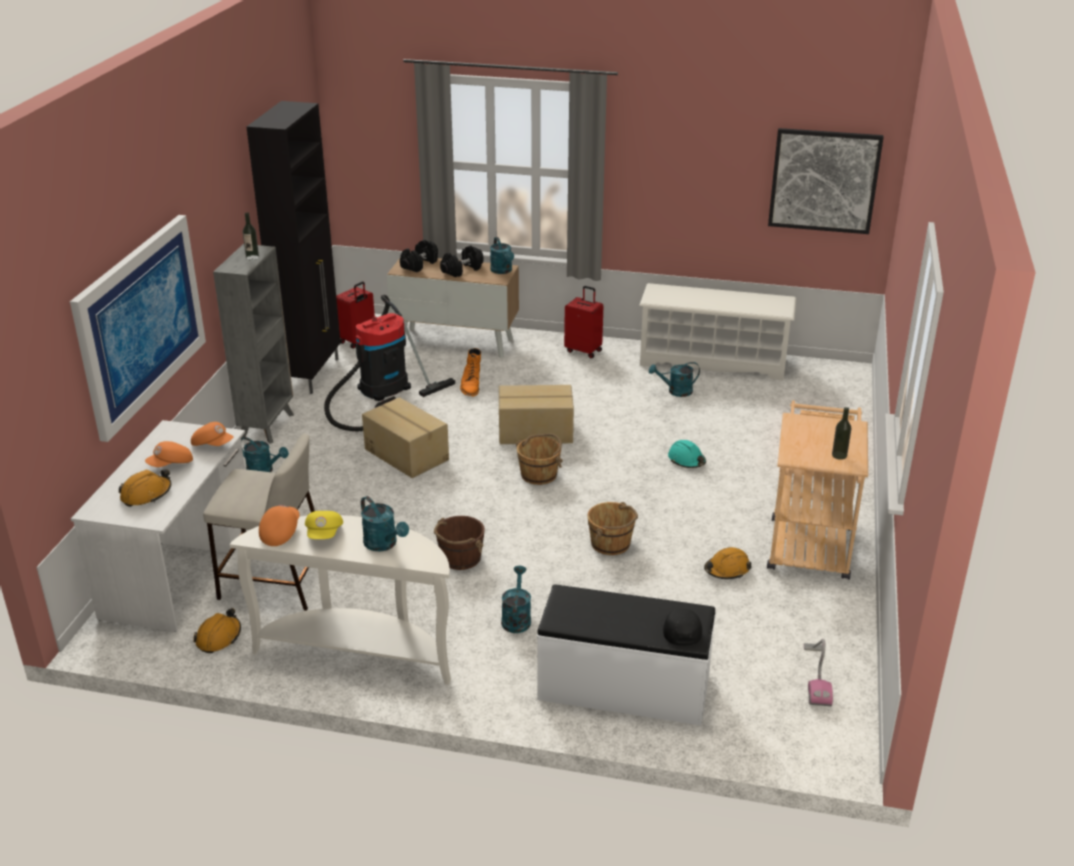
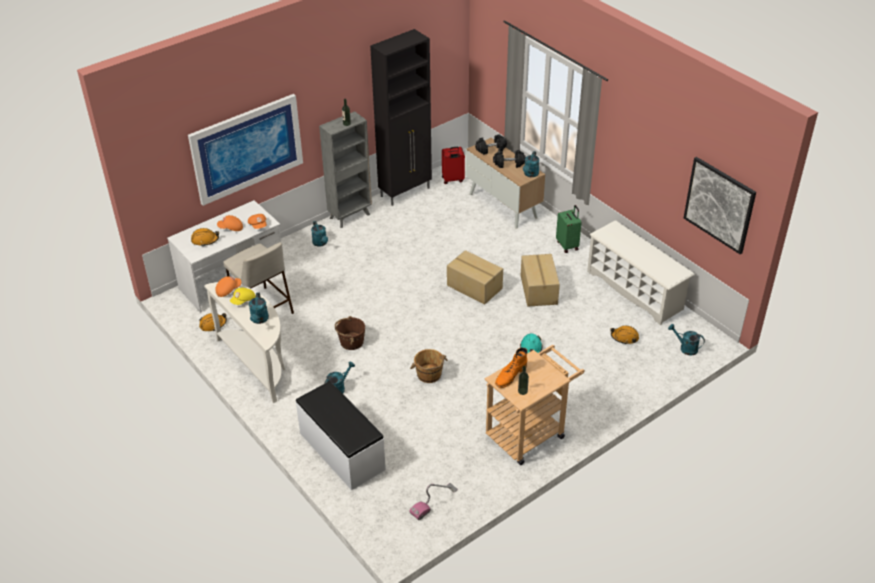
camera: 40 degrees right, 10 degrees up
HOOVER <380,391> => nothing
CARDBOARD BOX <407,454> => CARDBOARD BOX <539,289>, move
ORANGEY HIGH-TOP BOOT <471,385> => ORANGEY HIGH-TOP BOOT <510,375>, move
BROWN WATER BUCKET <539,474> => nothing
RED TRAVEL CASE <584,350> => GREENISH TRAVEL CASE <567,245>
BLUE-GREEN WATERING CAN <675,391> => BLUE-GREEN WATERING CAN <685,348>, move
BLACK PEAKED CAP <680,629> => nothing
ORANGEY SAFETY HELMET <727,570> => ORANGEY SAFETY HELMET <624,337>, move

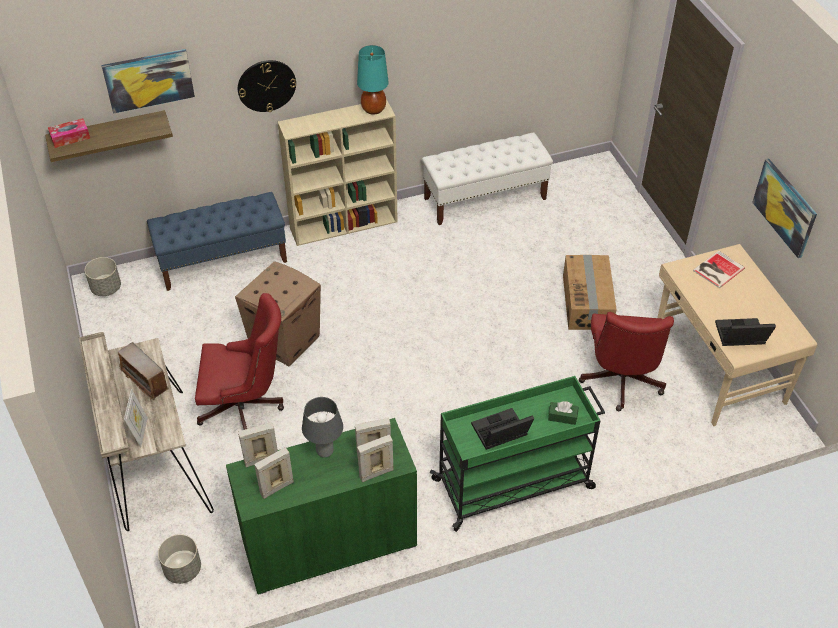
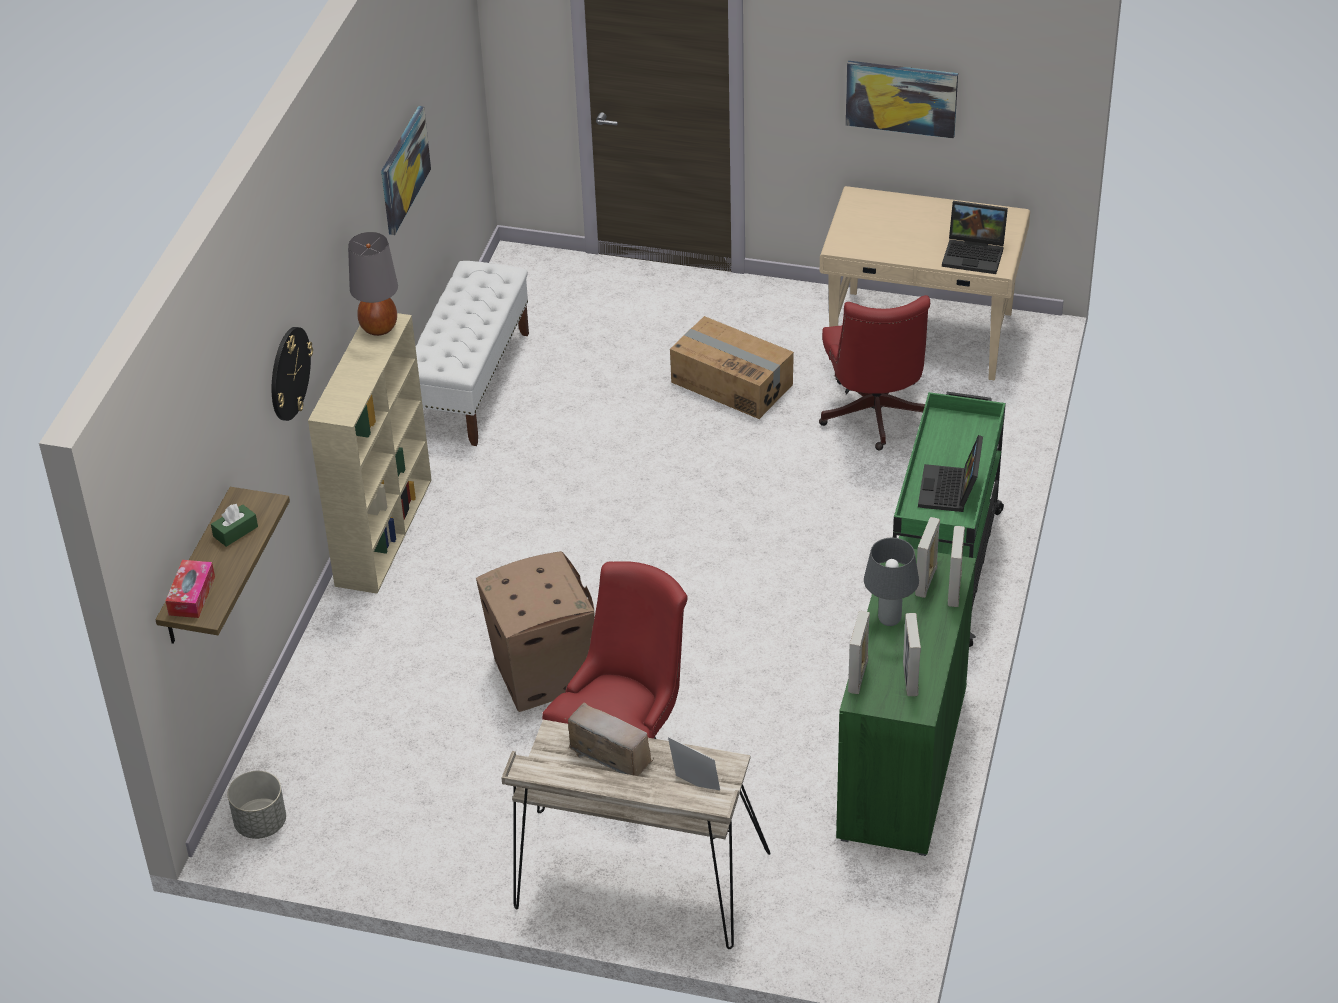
camera: 55 degrees left, 5 degrees down
WALL ART <148,80> => WALL ART <403,169>, move
RADIO SET <145,380> => RADIO SET <609,756>, 135 degrees counterclockwise
BLUISH BENCH <223,261> => nothing
GREY PLANT POT <182,569> => nothing
BLUE-GREEN LAMP FOR A TABLE <373,109> => GREY LAMP FOR A TABLE <378,328>
GREENISH TISSUE BOX <562,417> => GREENISH TISSUE BOX <235,531>, move
RED OFFICE CHAIR <620,383> => RED OFFICE CHAIR <875,418>, 45 degrees clockwise
VOLUME <717,269> => nothing
PORTABLE COMPUTER <740,337> => PORTABLE COMPUTER <975,254>, 105 degrees counterclockwise

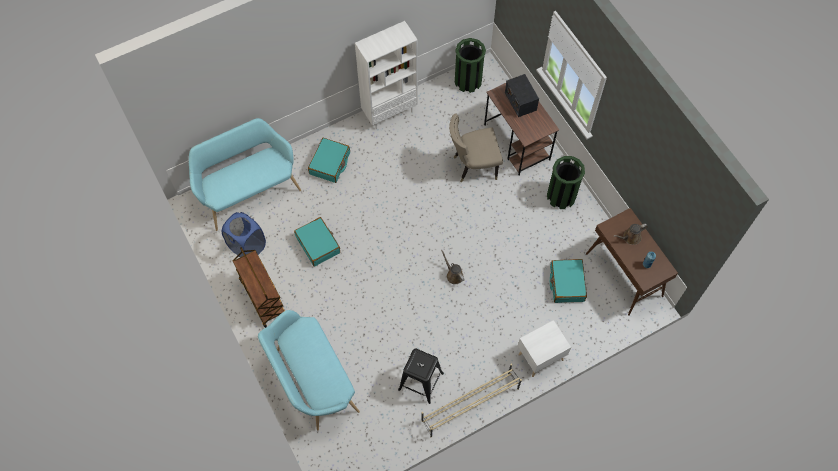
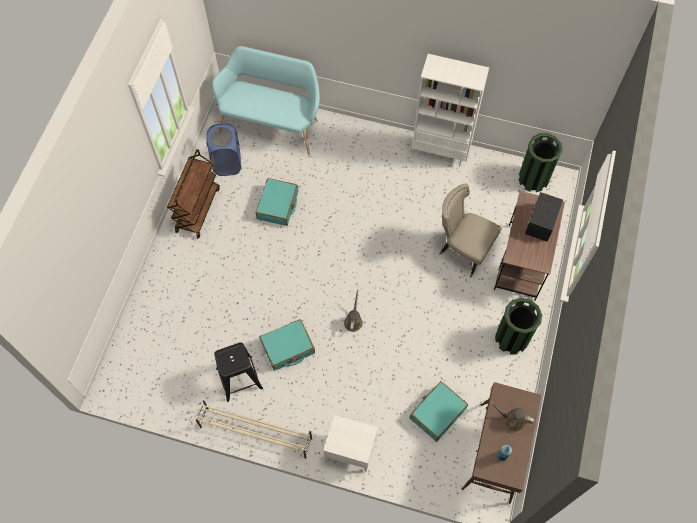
camera: 45 degrees right, 0 degrees up
BLUE-GREEN BENCH <312,381> => nothing
BLUE-GREEN TRAVEL CASE <330,163> => BLUE-GREEN TRAVEL CASE <287,348>, move

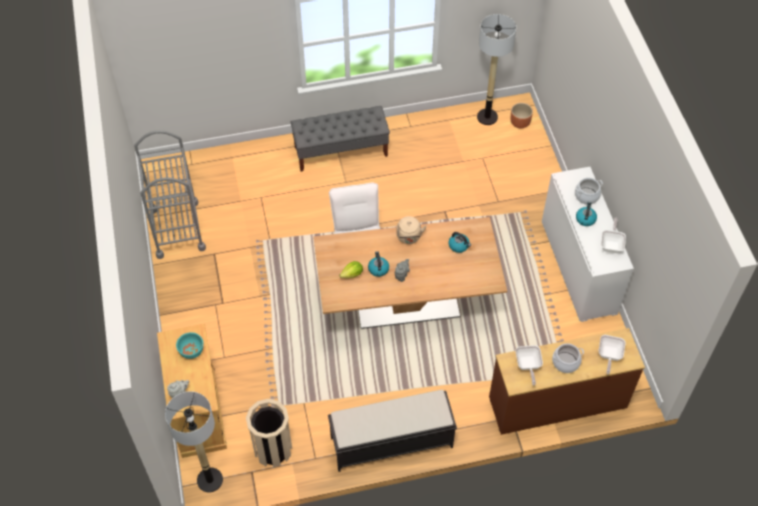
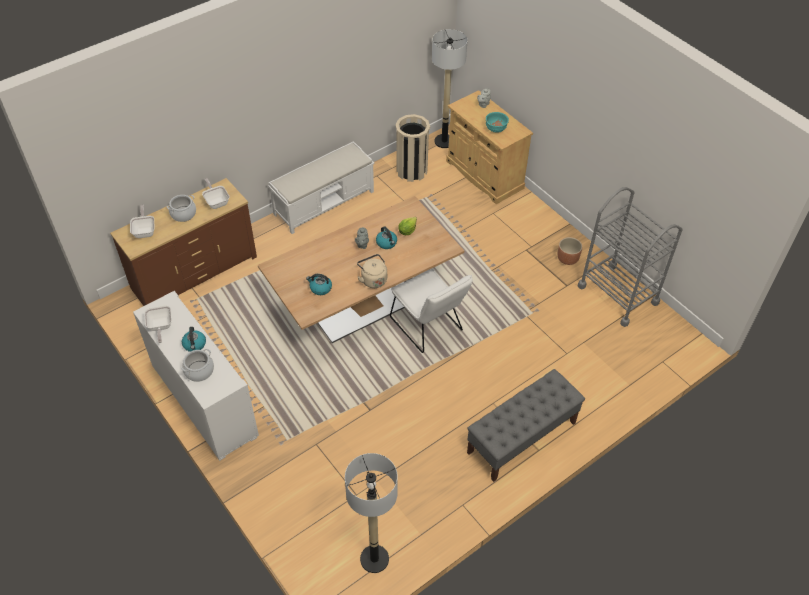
camera: 155 degrees right, 5 degrees down
BLACK BENCH <390,442> => WHITISH BENCH <325,202>
BROWN PLANT POT <519,123> => BROWN PLANT POT <568,259>, move

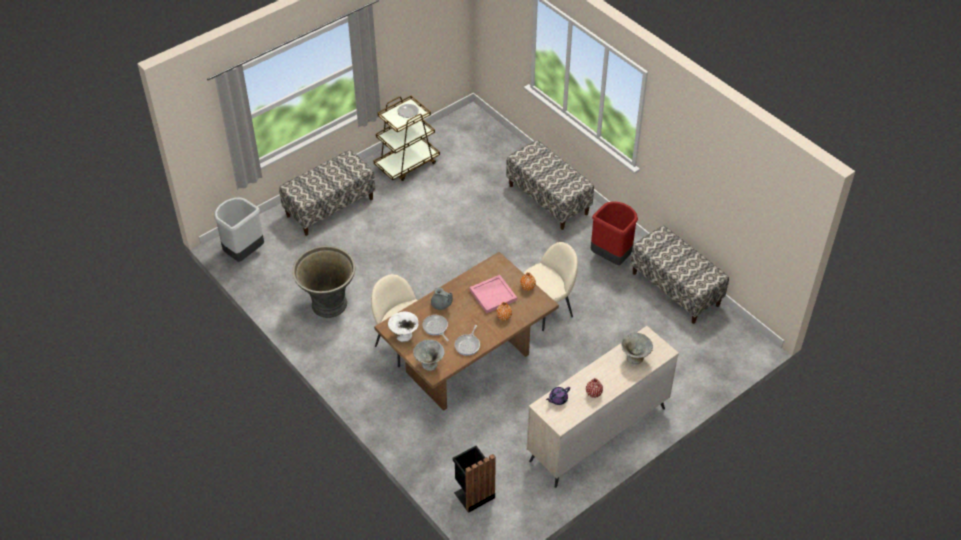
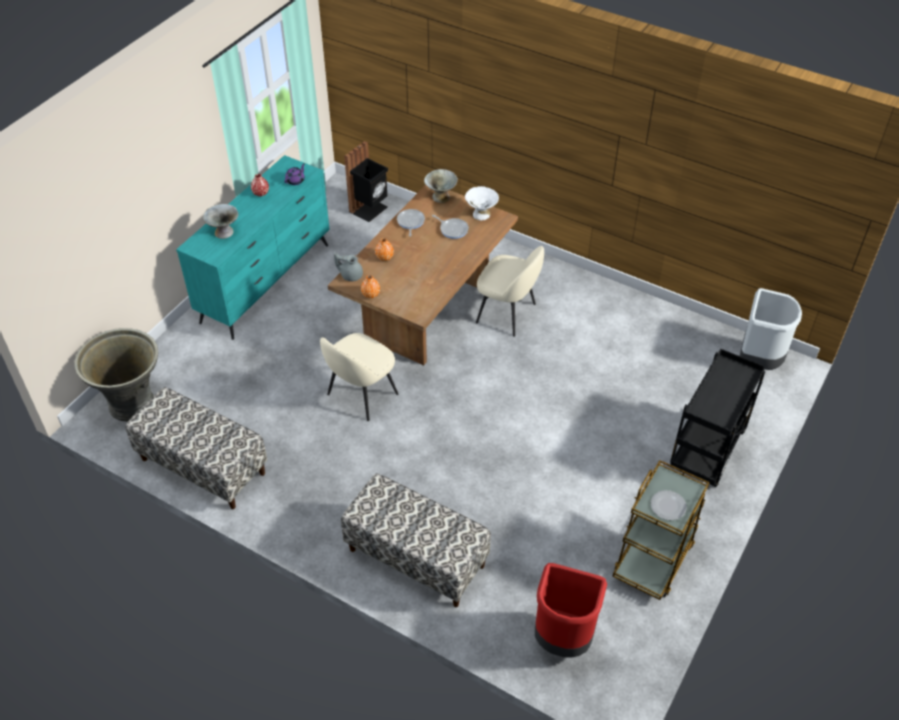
camera: 160 degrees right, 0 degrees up
BENCH <330,207> => BLACK WHEELED CART <707,452>
GREY PLANT POT <328,305> => GREY PLANT POT <132,403>, move
GREY TEAPOT <441,305> => GREY TEAPOT <350,275>, move
PINK-COLOURED CARRYING TRAY <493,295> => nothing
SAND-COLOURED CHEST OF DRAWERS <597,434> => BLUE-GREEN CHEST OF DRAWERS <266,283>
RED TRASH CAN <611,257> => RED TRASH CAN <562,639>, move

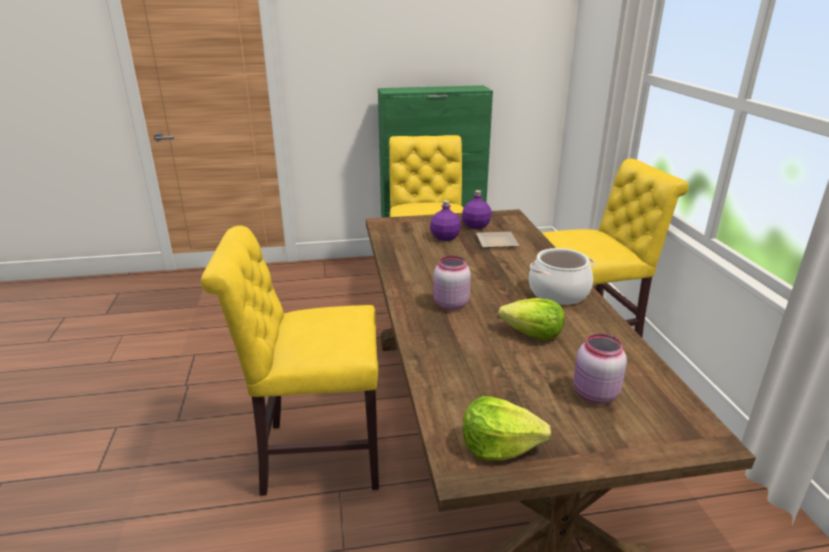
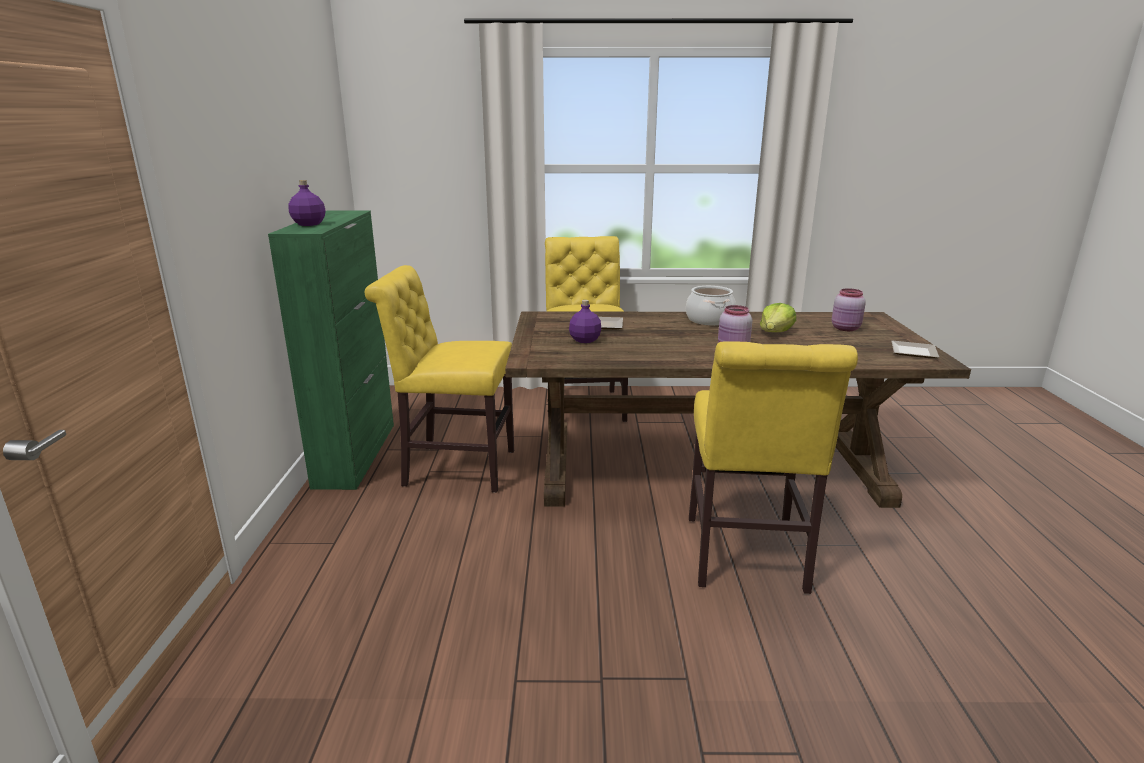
camera: 80 degrees left, 5 degrees down
PURPLISH DRINK BOTTLE <476,226> => PURPLISH DRINK BOTTLE <309,224>, move
LETTUCE HEAD <499,446> => FLAT DISH <912,352>

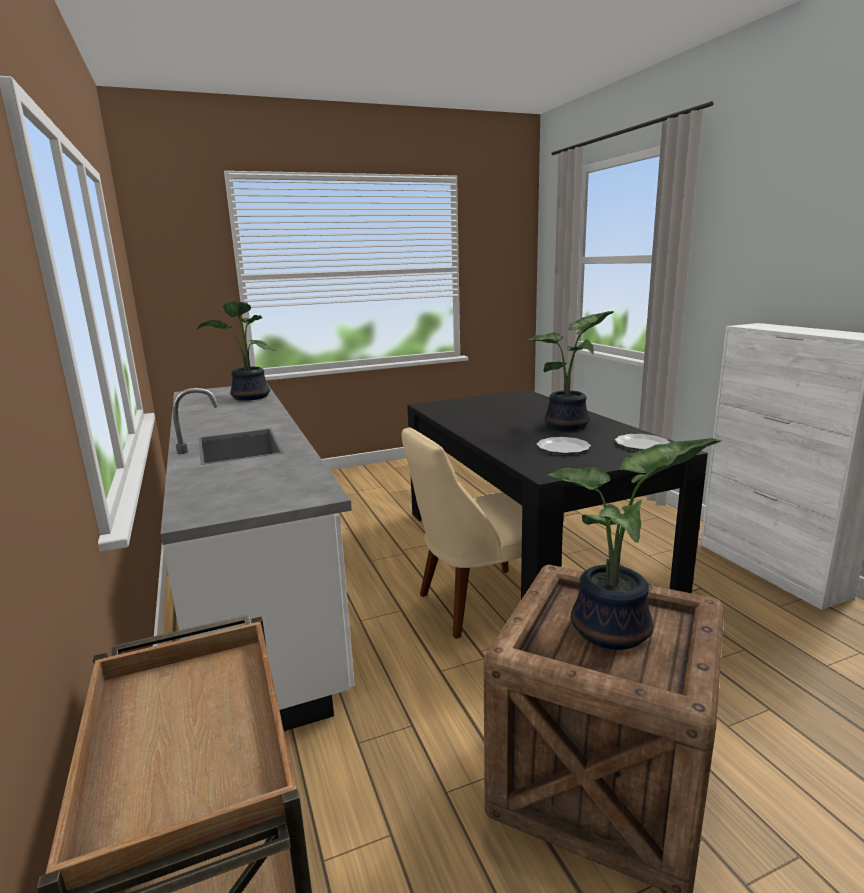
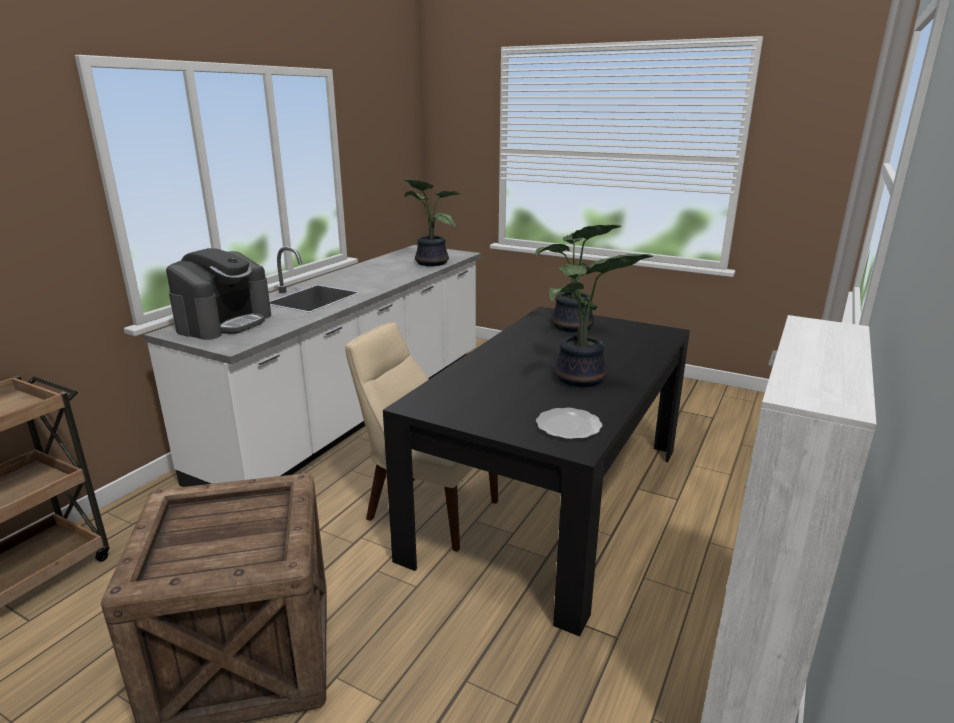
camera: 50 degrees right, 5 degrees up
FLAT DISH <562,448> => nothing
HOUSEPLANT <615,632> => HOUSEPLANT <572,327>, move
nothing => COFFEE MACHINE <225,323>

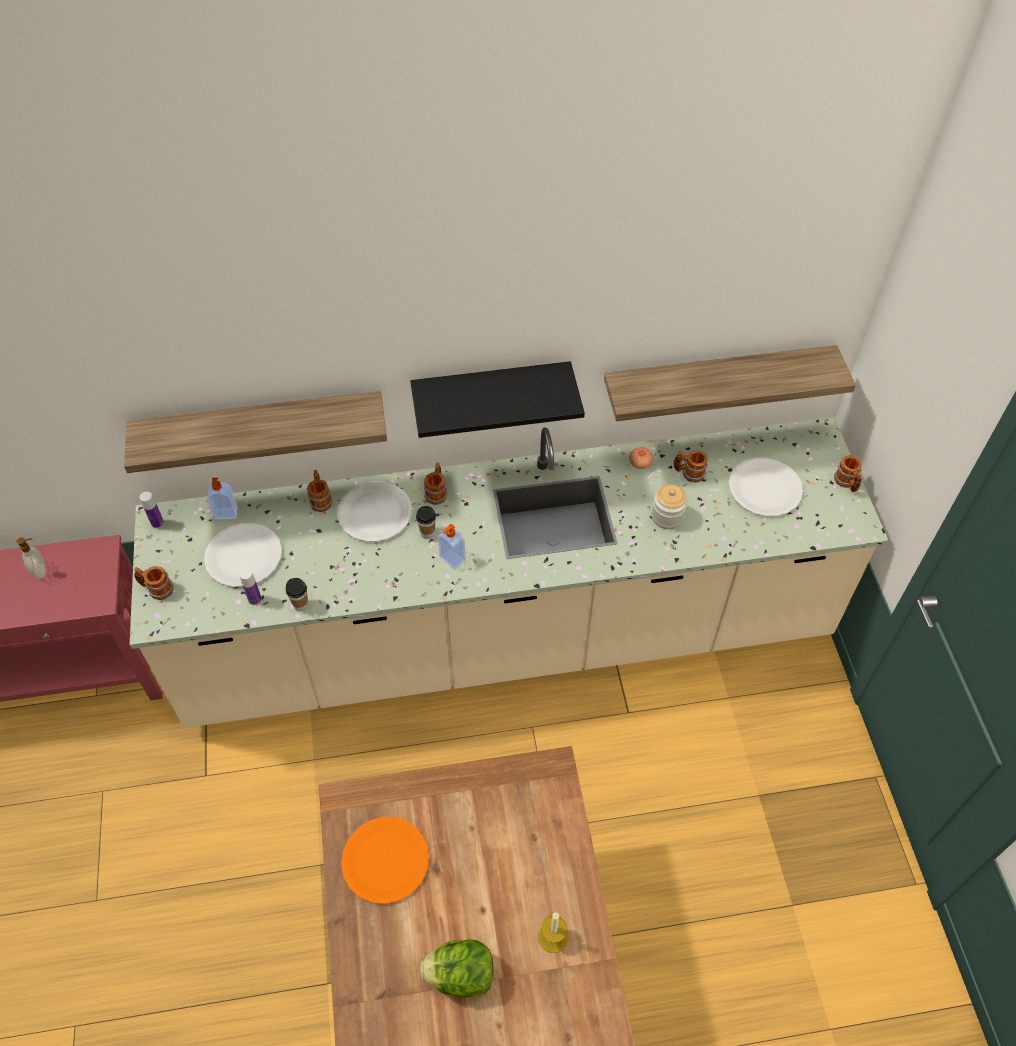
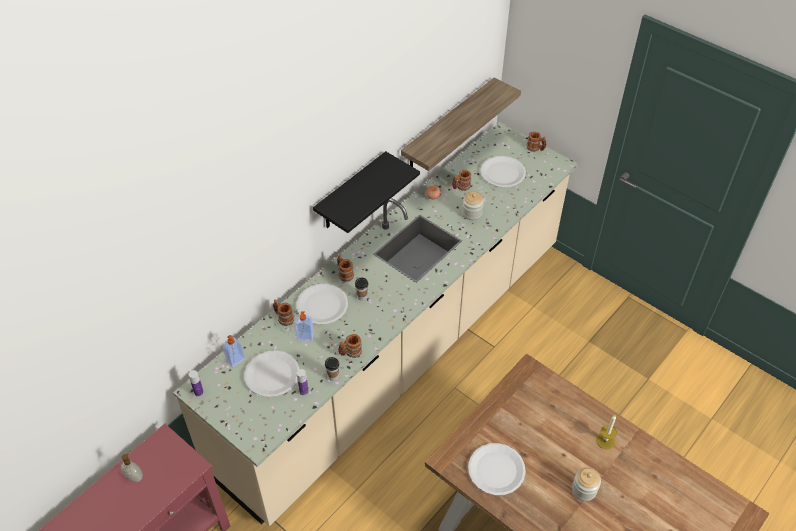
camera: 40 degrees left, 5 degrees down
WALL SHELF <260,426> => nothing
TEA MUG <156,589> => TEA MUG <350,352>, move
ORANGEY FLAT DISH <385,861> => WHITISH FLAT DISH <496,470>
LETTUCE HEAD <461,975> => PRESERVE JAR <584,490>
SOAP BOTTLE <452,559> => SOAP BOTTLE <305,337>, move

